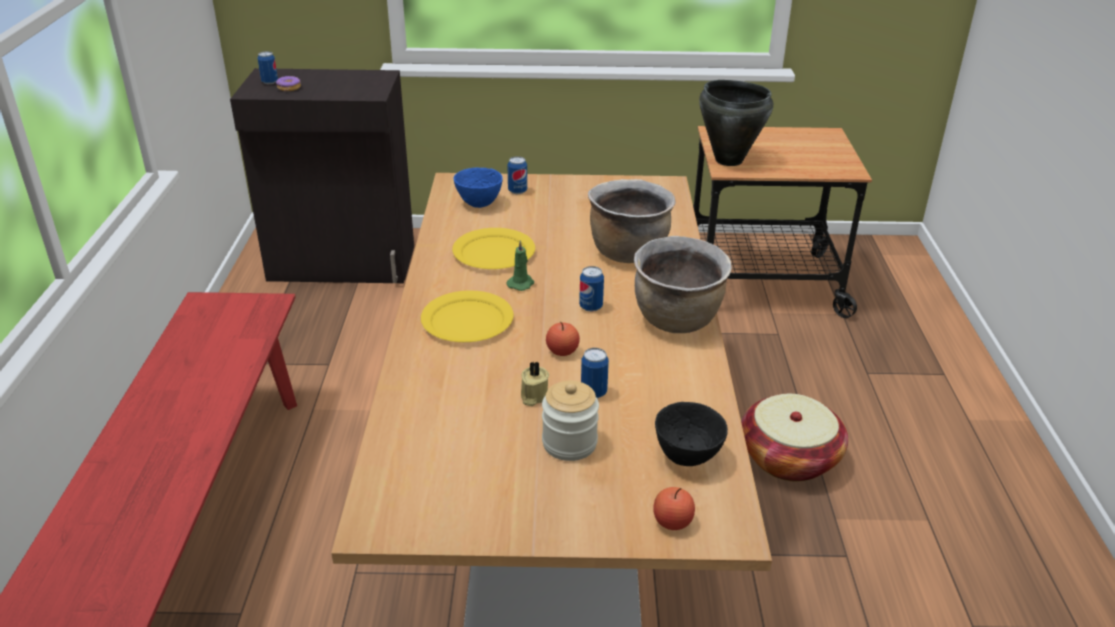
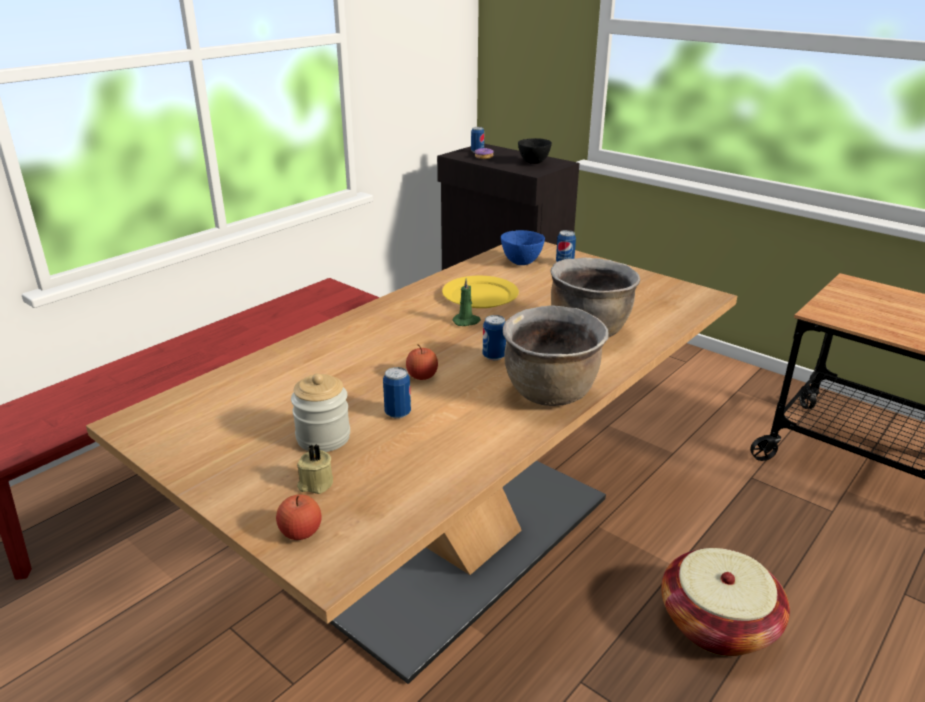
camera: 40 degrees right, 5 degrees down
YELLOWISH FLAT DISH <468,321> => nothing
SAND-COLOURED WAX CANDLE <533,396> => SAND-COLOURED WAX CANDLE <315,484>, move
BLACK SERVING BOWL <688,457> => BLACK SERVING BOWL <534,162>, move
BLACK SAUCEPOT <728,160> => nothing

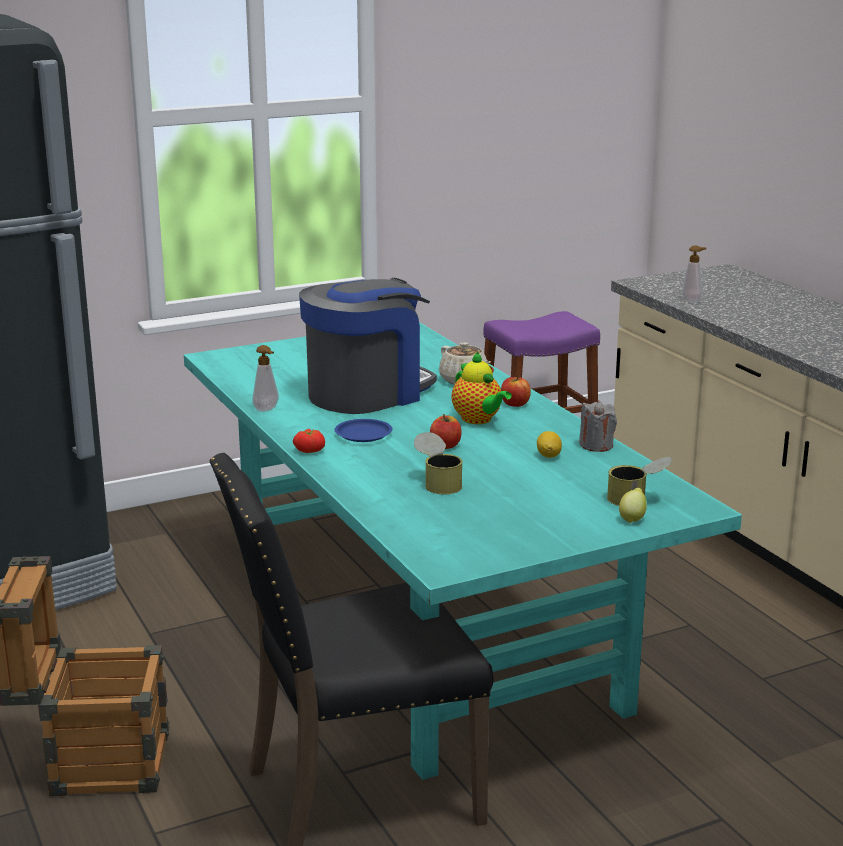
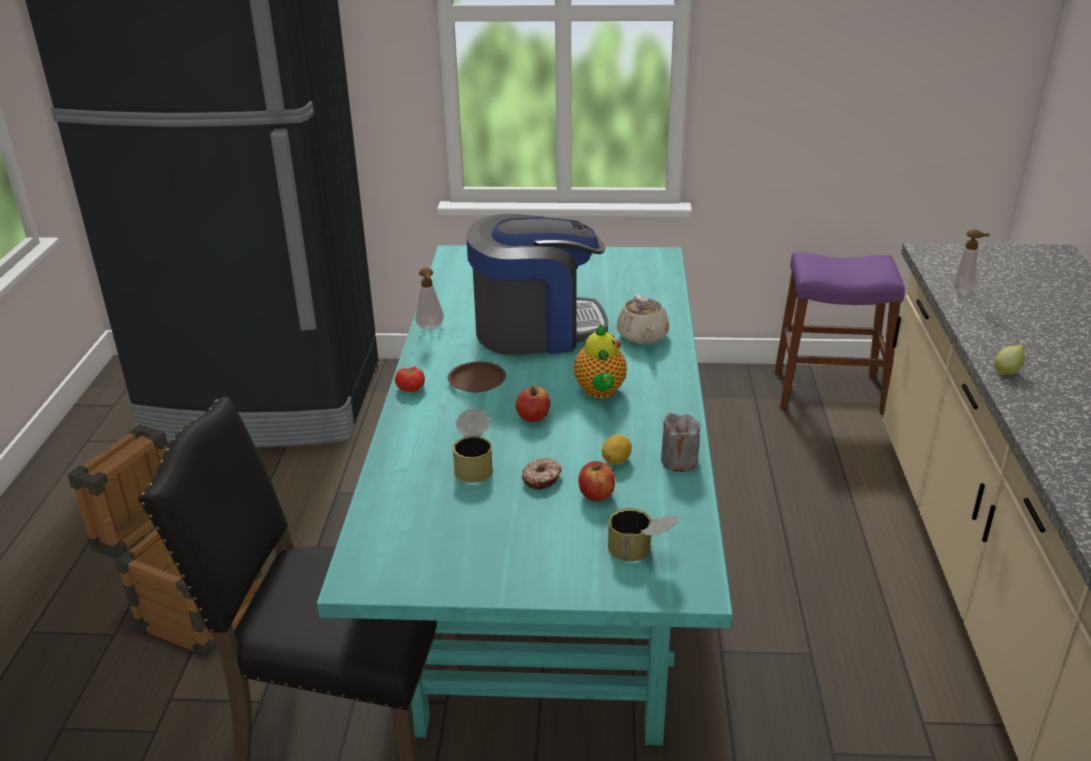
camera: 30 degrees right, 10 degrees up
BLUISH FLAT DISH <363,434> => BROWN FLAT DISH <476,381>
APPLE <515,404> => APPLE <596,494>, move
LEMON <632,518> => LEMON <1007,371>, move
nothing => DOUGHNUT <542,479>

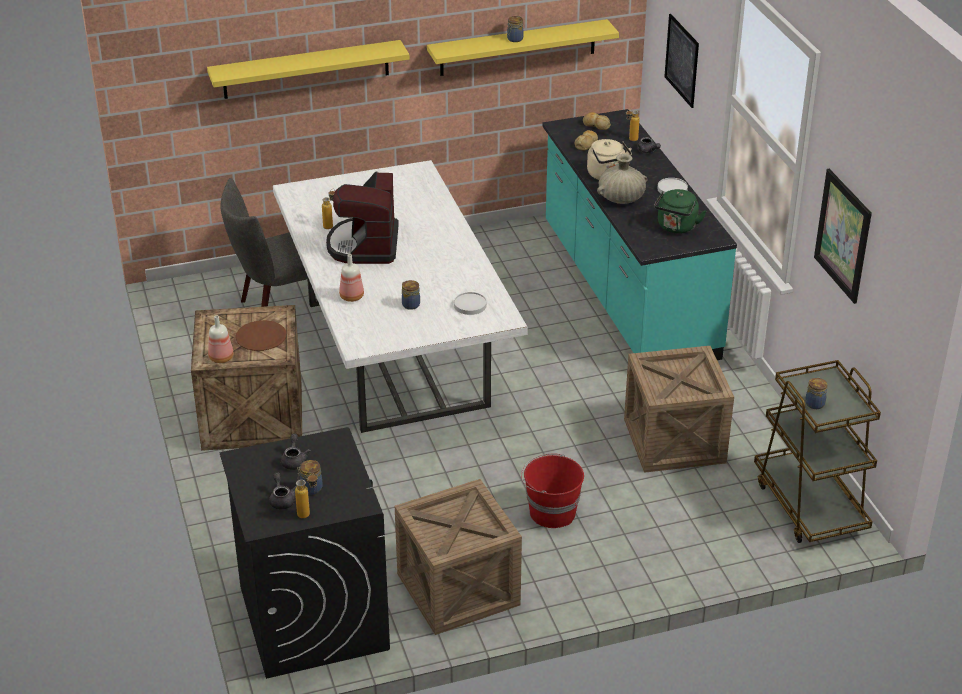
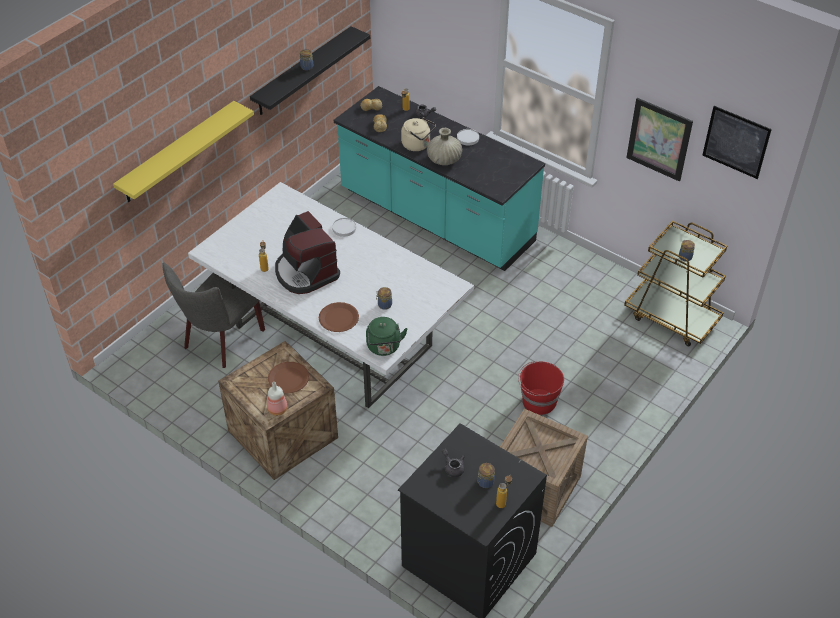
camera: 35 degrees left, 10 degrees up
GREY TEAPOT <282,499> => nothing
DRINK BOTTLE <351,296> => BROWN FLAT DISH <338,318>
YELLOWISH WALL SHELF <518,47> => BLACK WALL SHELF <303,71>
WHITISH FLAT DISH <470,305> => WHITISH FLAT DISH <344,228>, move
SHIPPING CRATE <674,441> => nothing
GREENISH WATER KETTLE <676,227> => GREENISH WATER KETTLE <384,348>, move
WALL ART <682,60> => WALL ART <736,142>, move

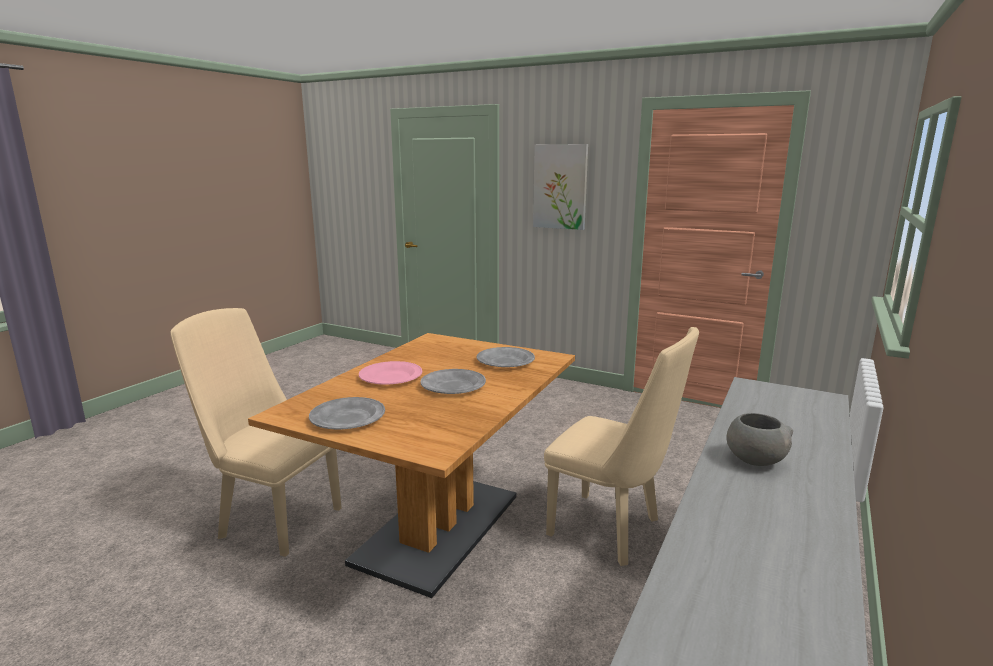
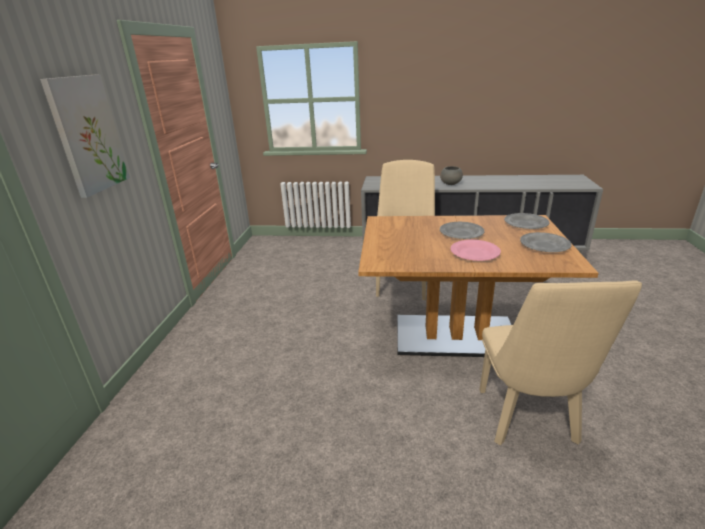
camera: 110 degrees left, 10 degrees up
GREY FLAT DISH <506,361> => GREY FLAT DISH <525,223>, move

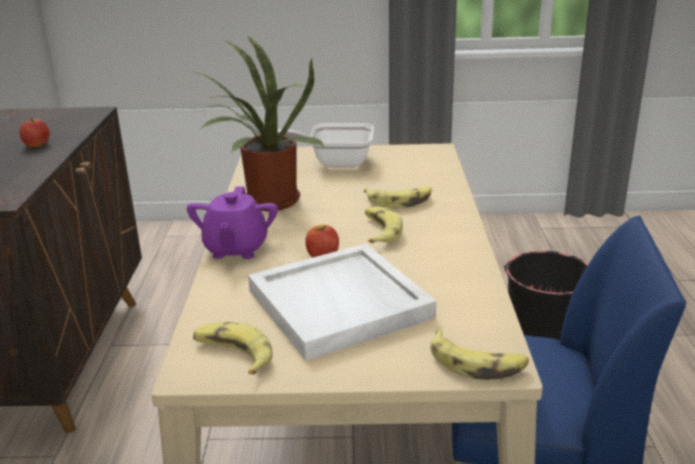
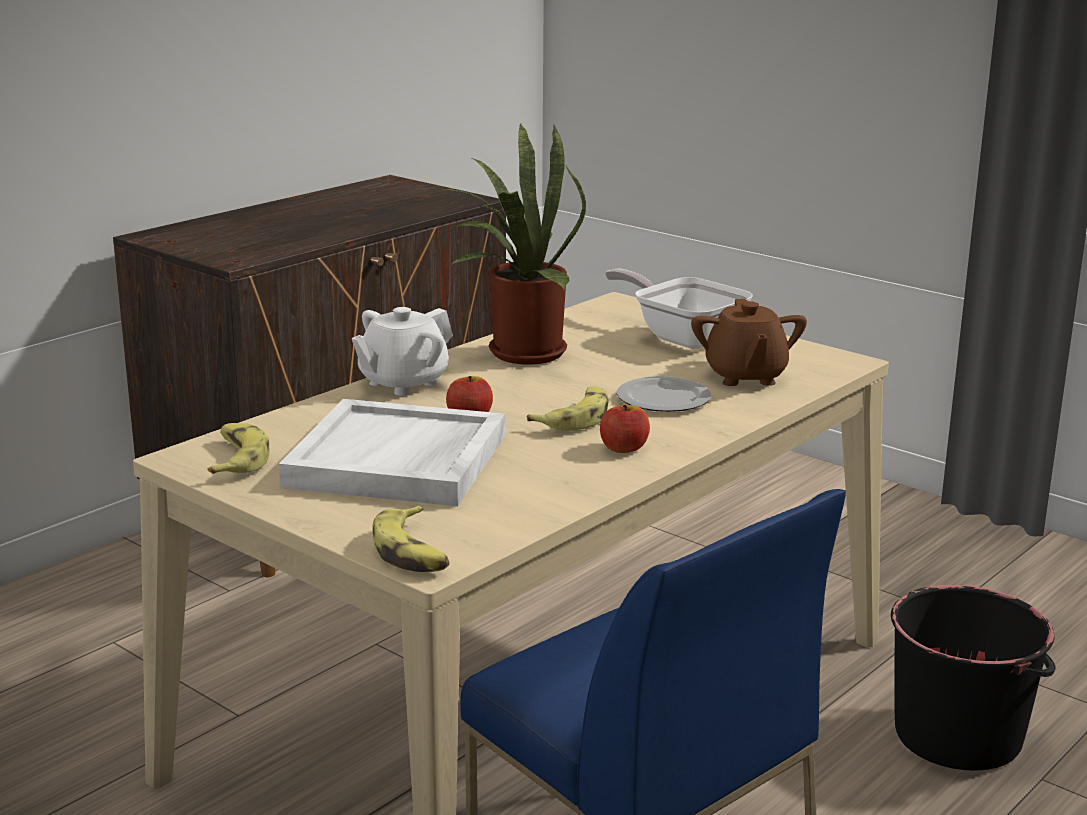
camera: 40 degrees right, 5 degrees down
APPLE <37,144> => APPLE <623,448>, move
PURPLISH TEAPOT <236,249> => WHITISH TEAPOT <403,383>
BANANA <400,201> => FLAT DISH <665,399>
nothing => BROWN TEAPOT <745,376>

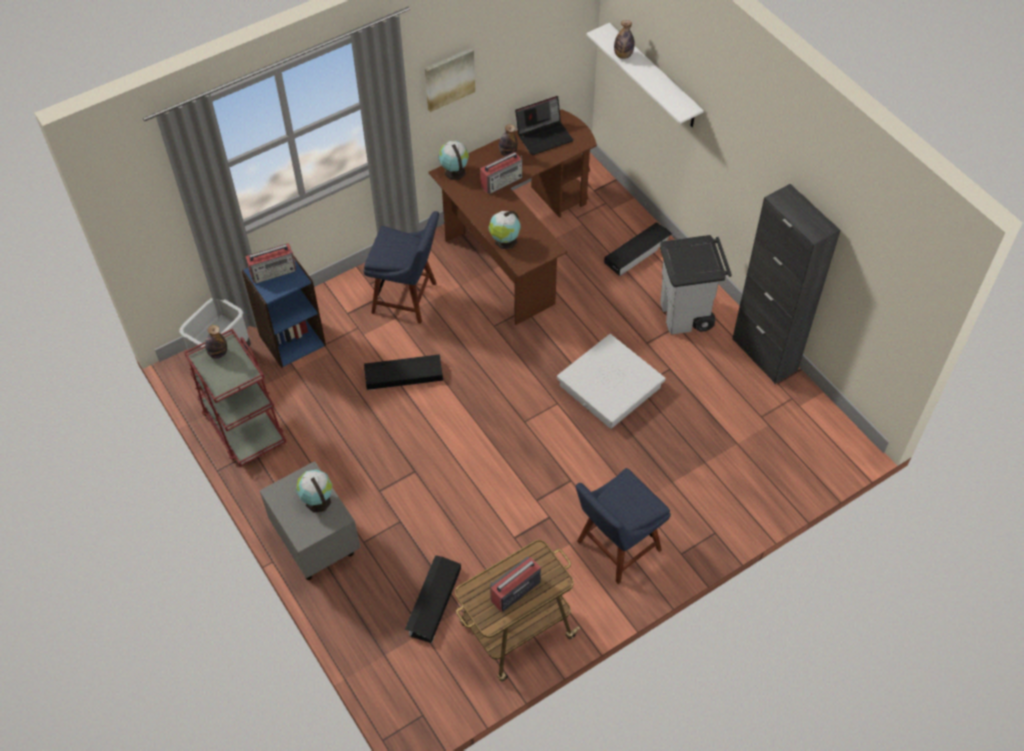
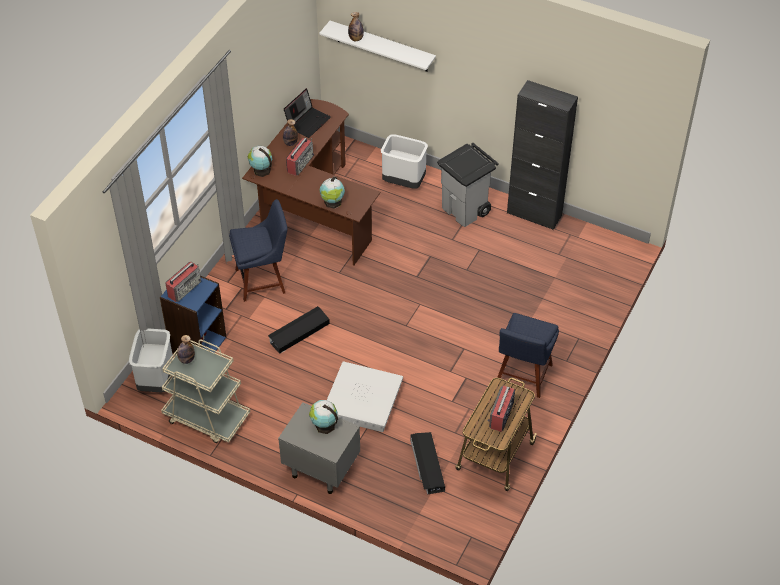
camera: 30 degrees left, 5 degrees down
RED WHEELED CART <243,426> => SAND-COLOURED WHEELED CART <206,417>
WALL ART <449,78> => nothing
WHITISH STORAGE BIN <610,387> => WHITISH STORAGE BIN <363,401>, move
BLACK STORAGE BIN <638,252> => WHITISH TRASH CAN <404,182>

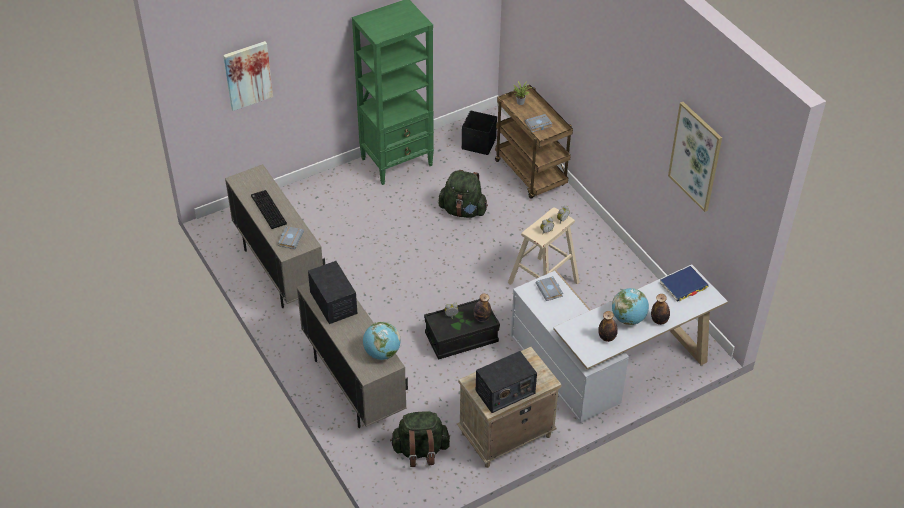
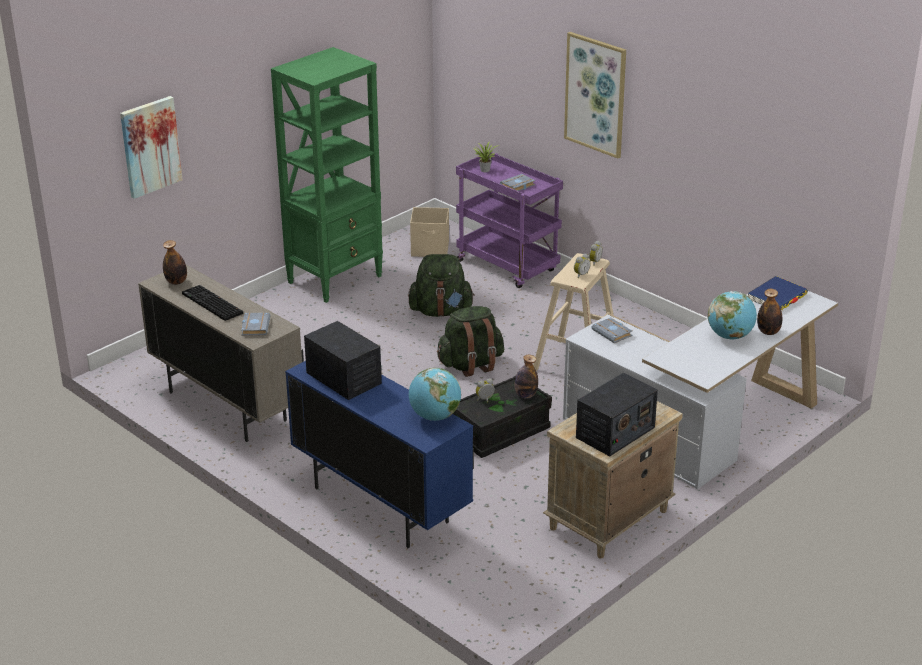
camera: 15 degrees left, 15 degrees down
SAND-COLOURED CUPBOARD <353,385> => BLUISH CUPBOARD <380,505>
GREENISH RUCKSACK <420,450> => GREENISH RUCKSACK <471,365>, move
BLACK STORAGE BIN <479,144> => SAND-COLOURED STORAGE BIN <430,249>
BROWN WHEELED CART <531,174> => PURPLISH WHEELED CART <508,266>
DRINK BOTTLE <607,337> => DRINK BOTTLE <176,282>, move
WALL ART <695,156> => WALL ART <595,94>, move

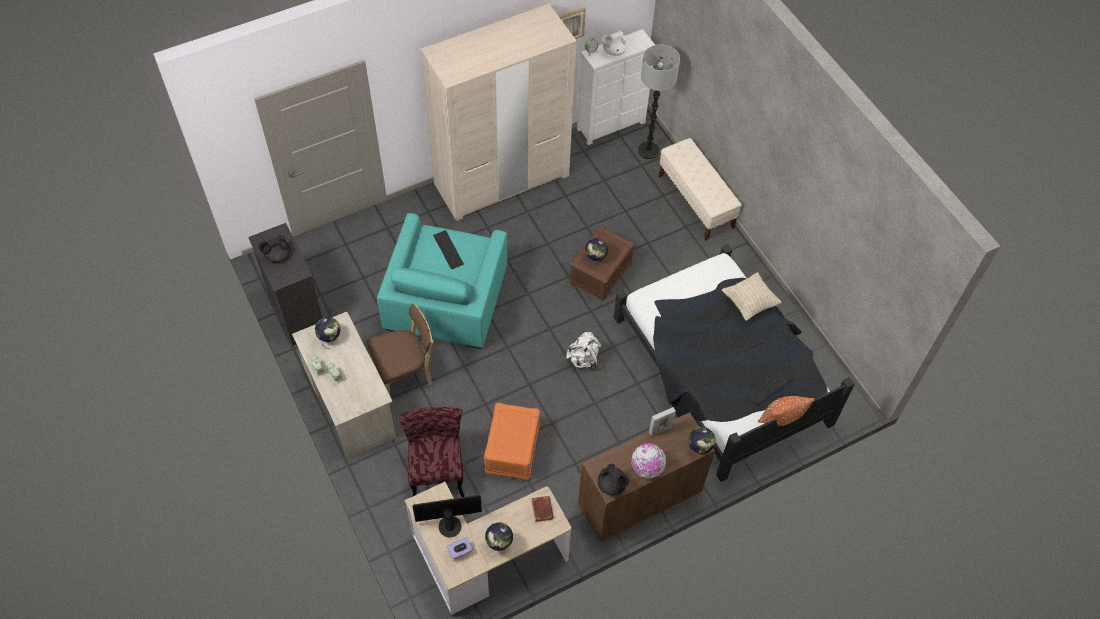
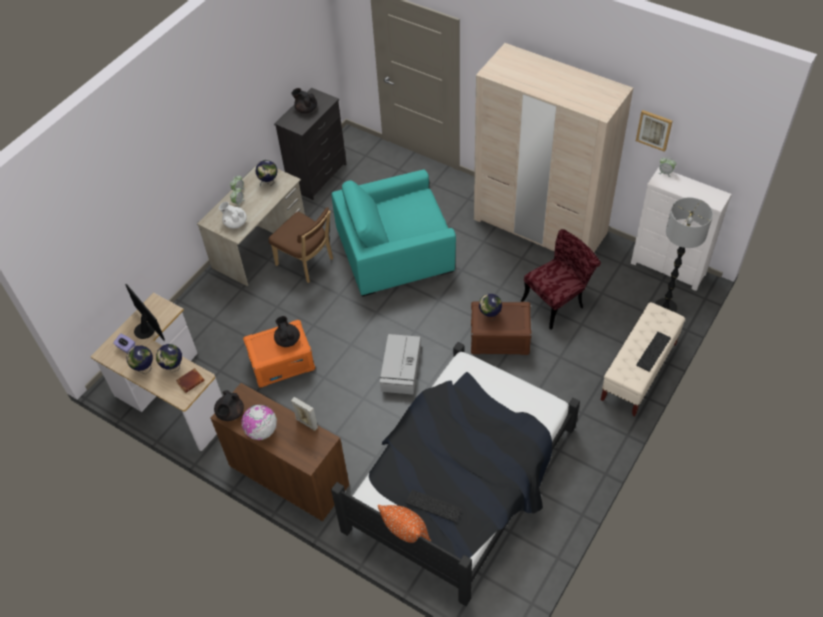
camera: 65 degrees right, 5 degrees down
RED PLAIN CHAIR <437,469> => RED PLAIN CHAIR <557,301>, move
KEYBOARD <449,250> => KEYBOARD <654,352>, move
WHITISH RUCKSACK <583,359> => GREY STORAGE BIN <401,369>
WHITISH TEAPOT <613,51> => WHITISH TEAPOT <235,223>, move
GLOBE <699,449> => GLOBE <173,367>, move
SAND-COLOURED CUSHION <749,303> => nothing
nothing => BLACK TEAPOT <287,340>

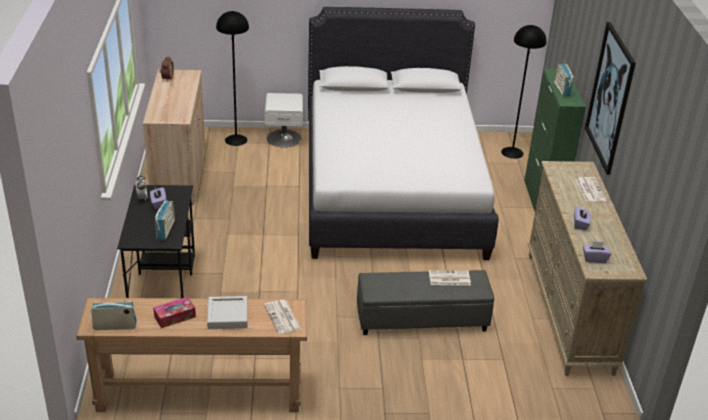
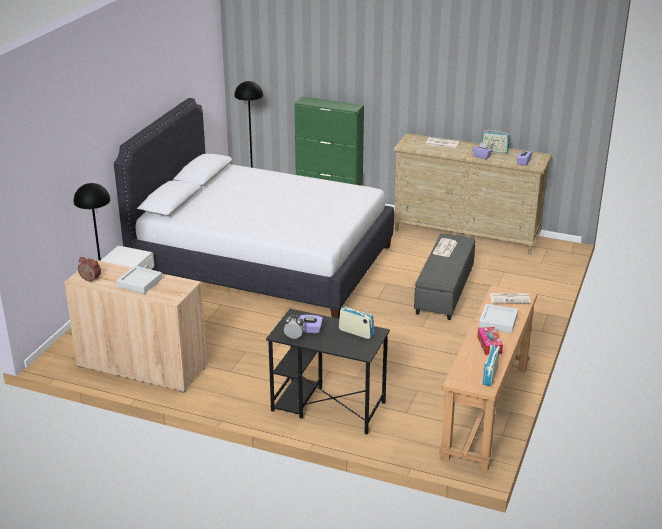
camera: 65 degrees left, 5 degrees down
RADIO SET <562,89> => RADIO SET <494,150>, move
WALL ART <610,98> => nothing
nothing => GREY CARRYING TRAY <140,283>

